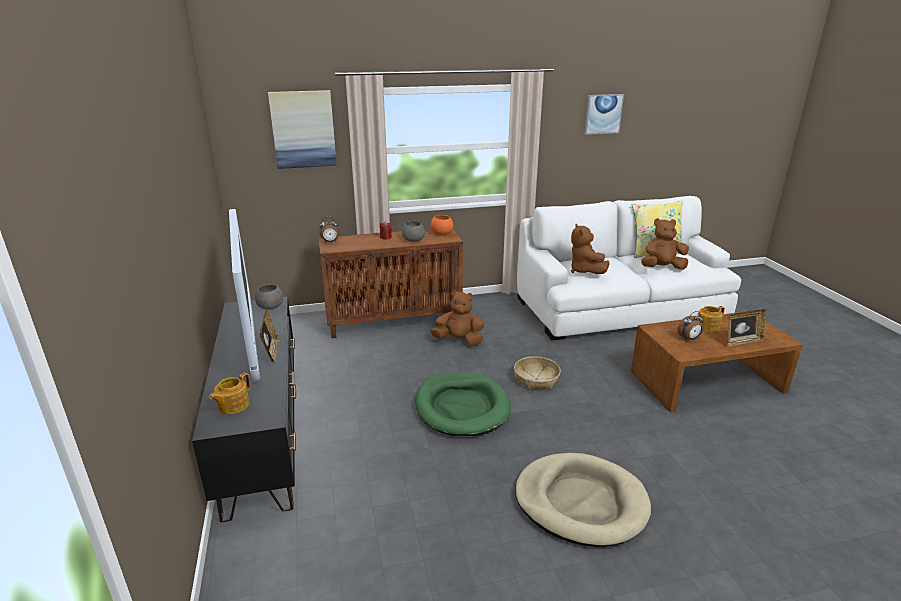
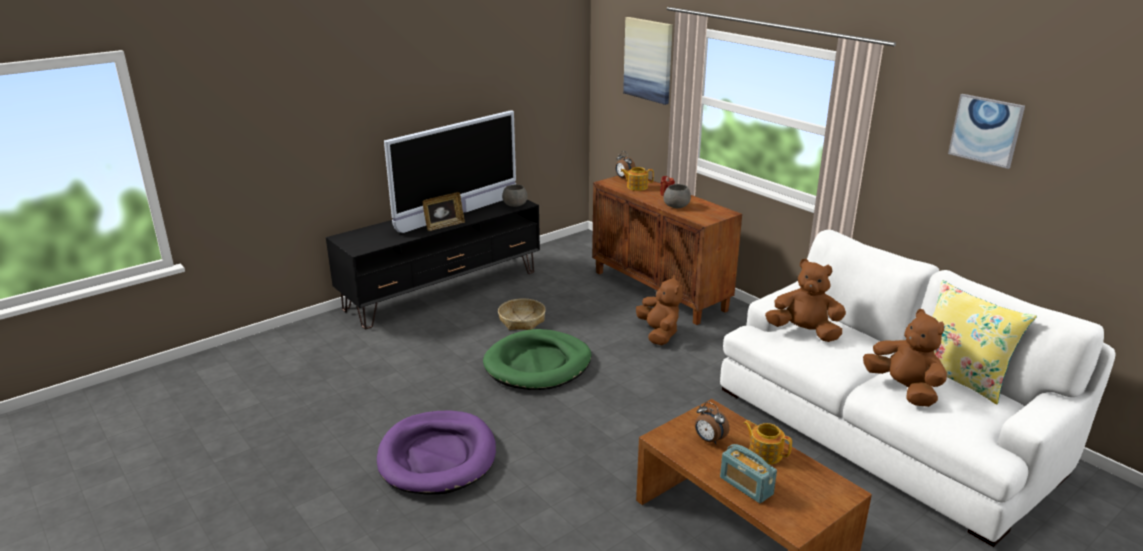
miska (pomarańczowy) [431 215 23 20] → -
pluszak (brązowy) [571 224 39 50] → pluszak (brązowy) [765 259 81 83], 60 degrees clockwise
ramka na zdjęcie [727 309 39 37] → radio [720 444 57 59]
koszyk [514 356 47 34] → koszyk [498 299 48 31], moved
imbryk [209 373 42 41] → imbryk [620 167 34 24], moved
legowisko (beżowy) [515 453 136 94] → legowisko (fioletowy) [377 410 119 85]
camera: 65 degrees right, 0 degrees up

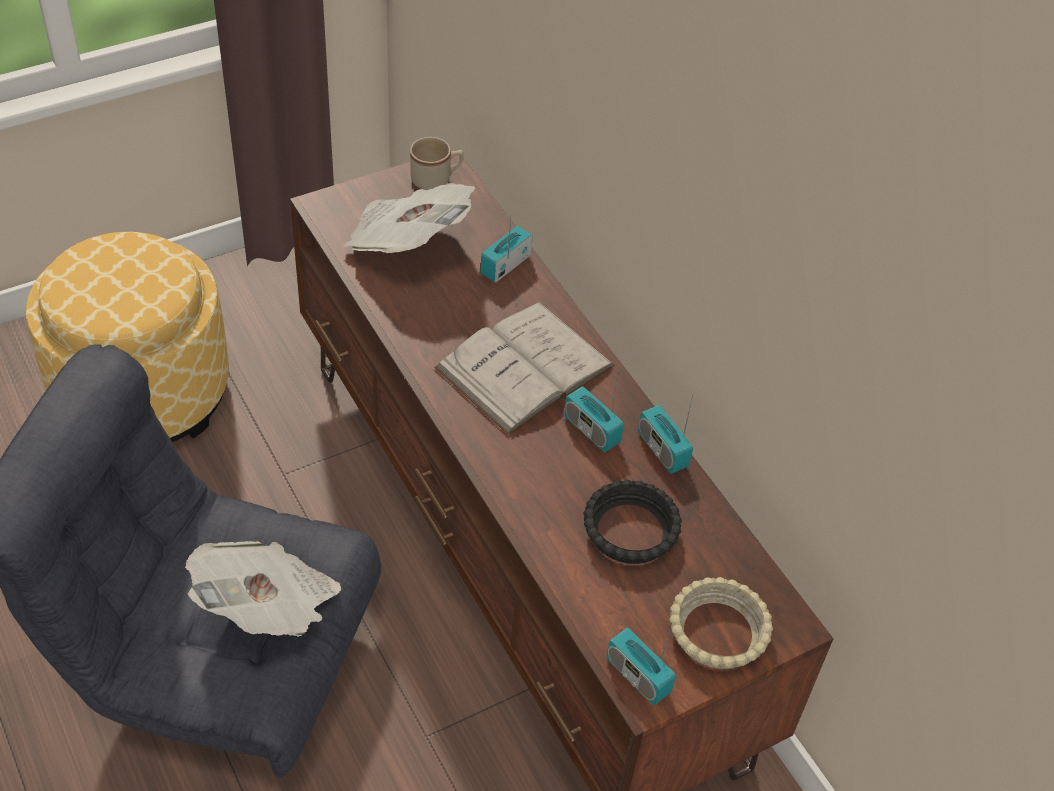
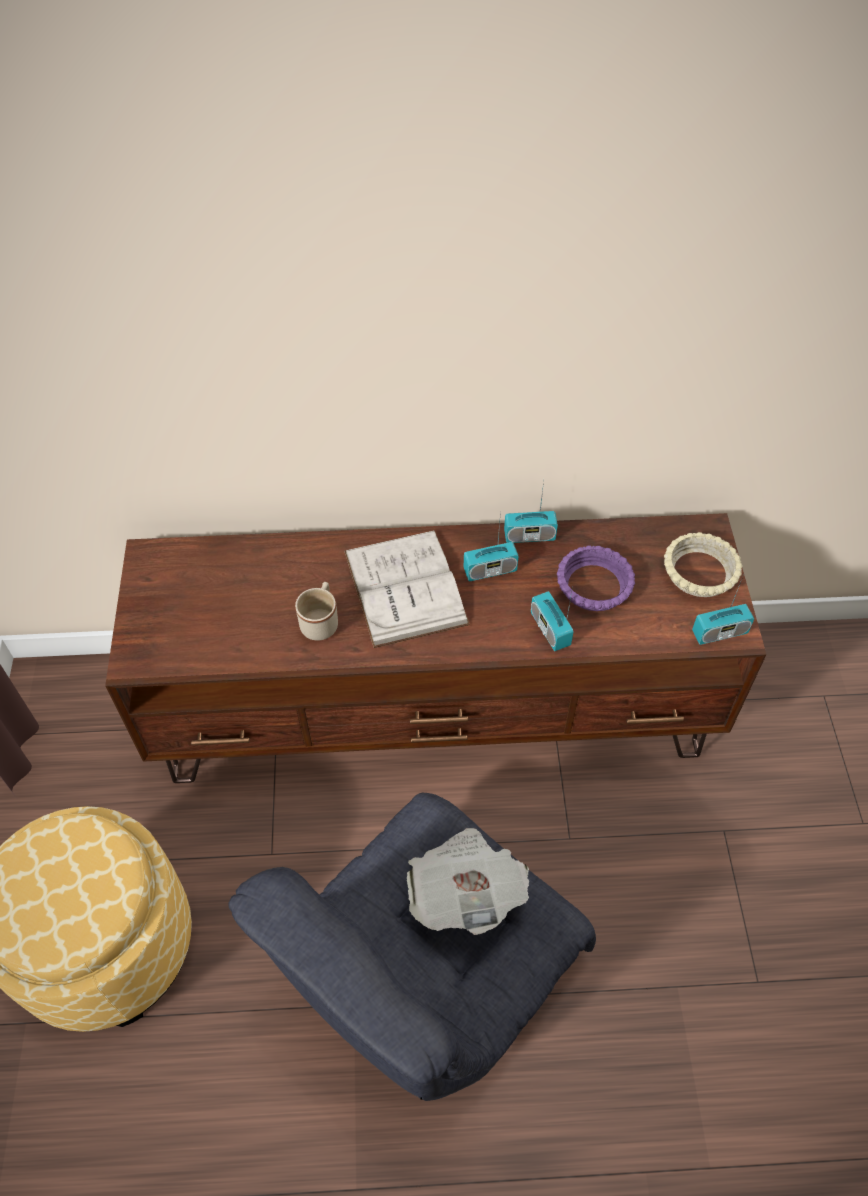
kubek (beżowy) [410 137 54 53] → kubek (beżowy) [295 582 43 59], moved
gazeta [343 183 132 70] → -
radio [480 219 53 64] → radio [531 587 43 64], moved
miska (czarny) [583 480 99 84] → miska (fioletowy) [557 545 78 66]
camera: 60 degrees left, 5 degrees up

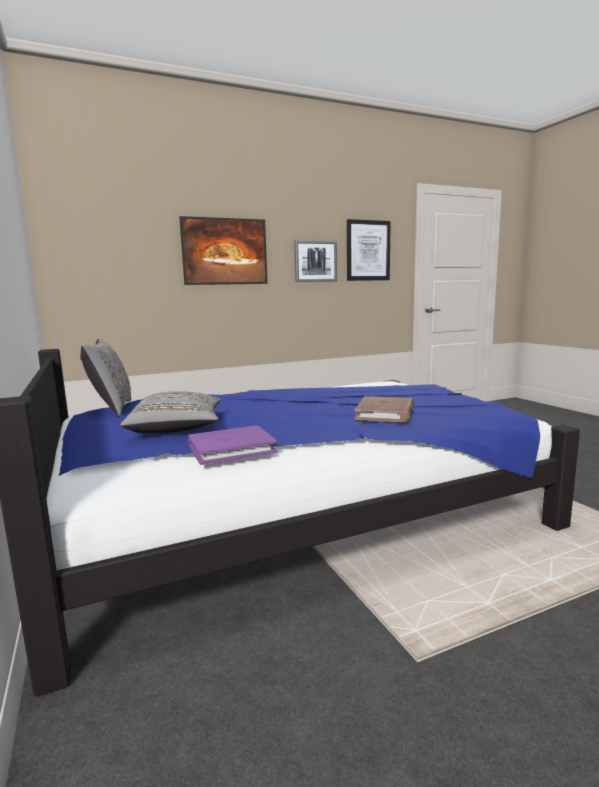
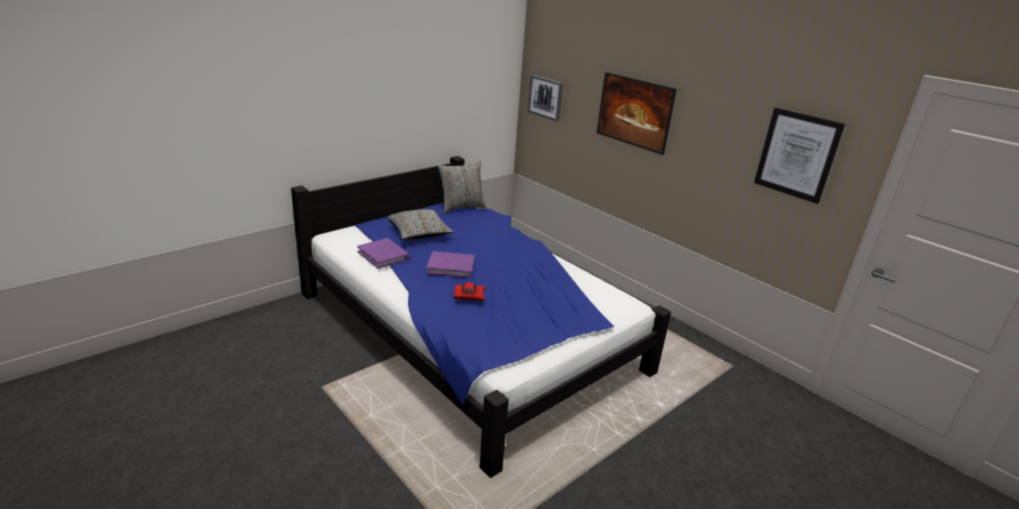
obraz [294 240 43 42] → obraz [528 75 35 46], moved
książka (brązowy) [354 396 60 26] → samochodzik (czerwony) [454 283 32 18]
- → książka (fioletowy) [426 251 49 27]
camera: 70 degrees right, 15 degrees up

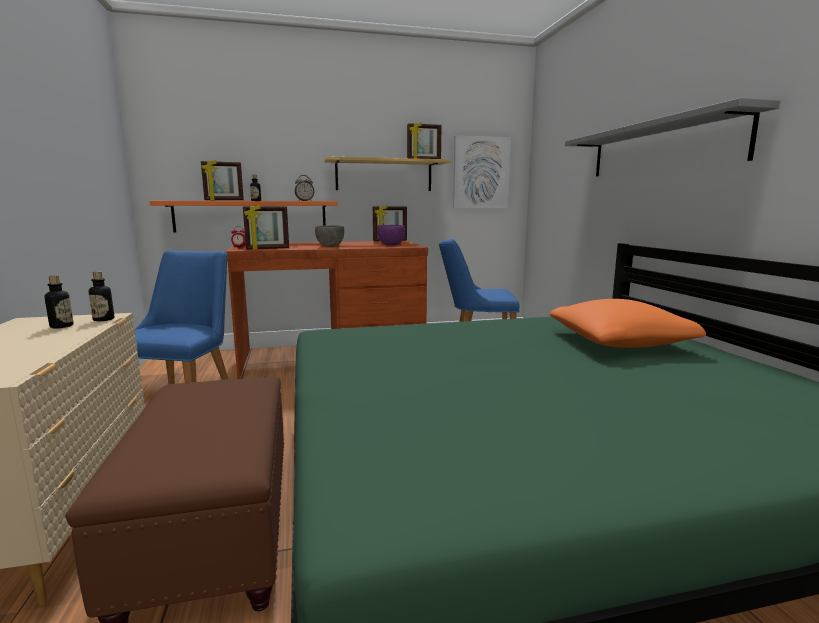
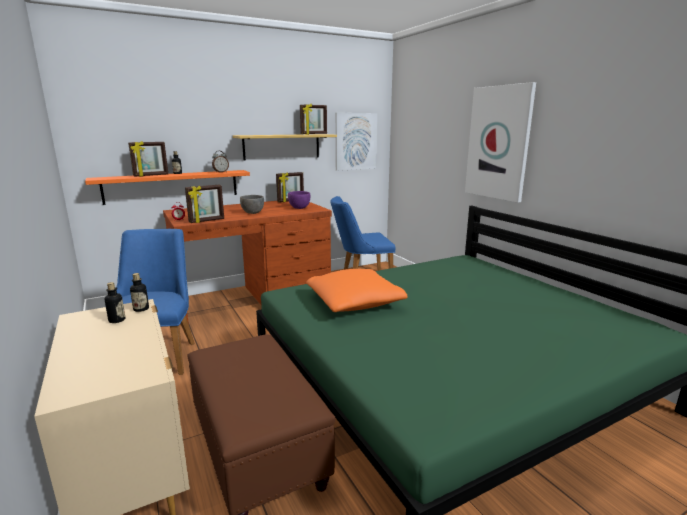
półka (szary) [565 98 215 79] → obraz [465 82 71 121]
poduszka (pomarańczowy) [550 299 156 49] → poduszka (pomarańczowy) [306 269 102 43], moved
camera: 15 degrees left, 5 degrees up

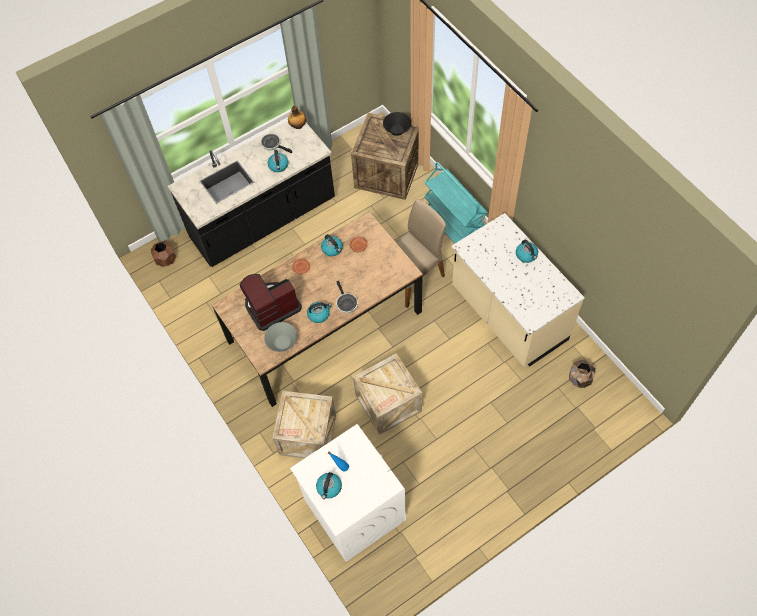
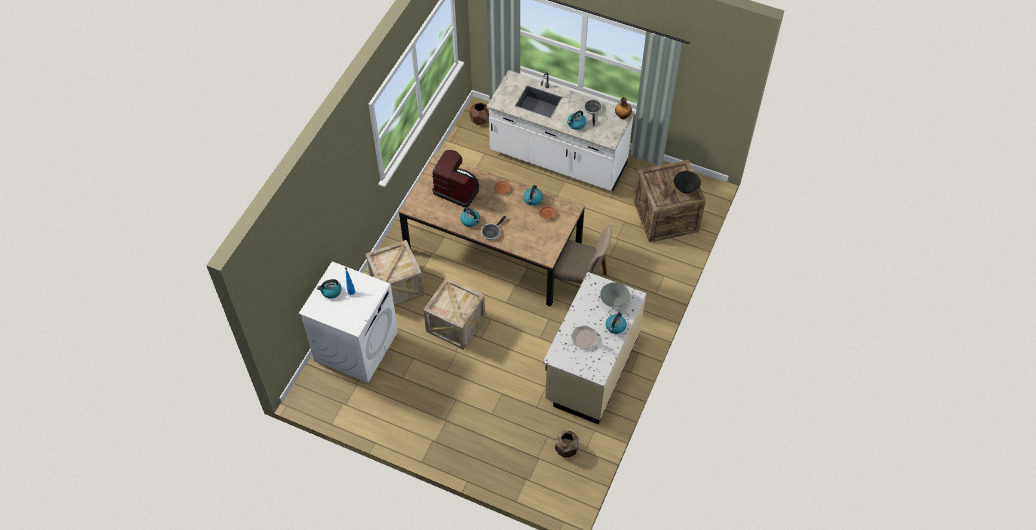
zabudowa kuchenna (czarny) [167 121 168 146] → zabudowa kuchenna (biały) [487 70 148 121]
wózek (turkusowy) [424 162 64 82] → -
miska (szary) [264 322 33 30] → miska (szary) [600 282 30 26], moved
- → patelnia [571 325 42 26]
camera: 55 degrees right, 5 degrees down

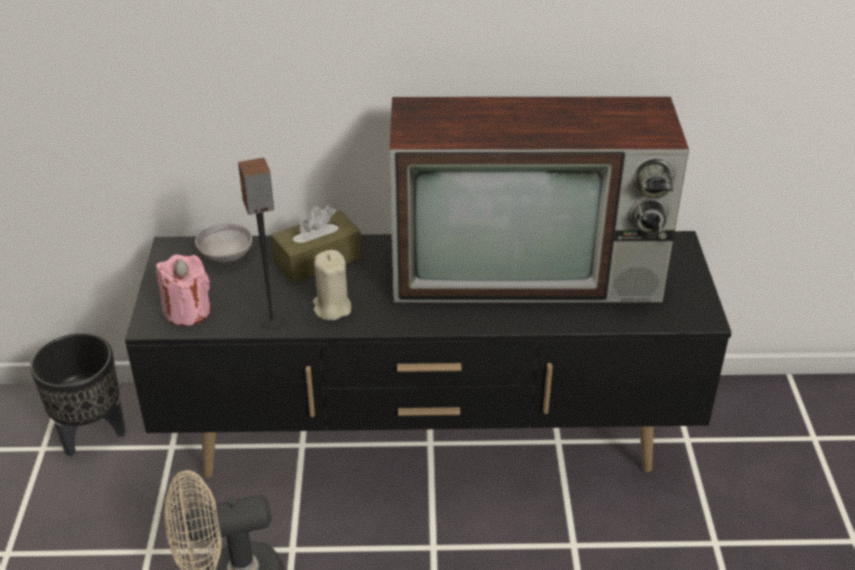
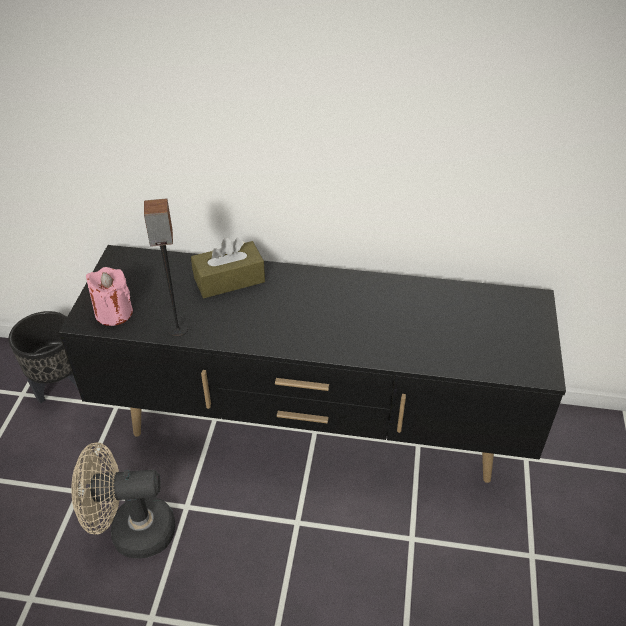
telewizor [390 97 299 206] → -
miska (szary) [195 223 57 40] → -
świeca (beżowy) [313 250 38 71] → -
camera: 10 degrees right, 5 degrees up

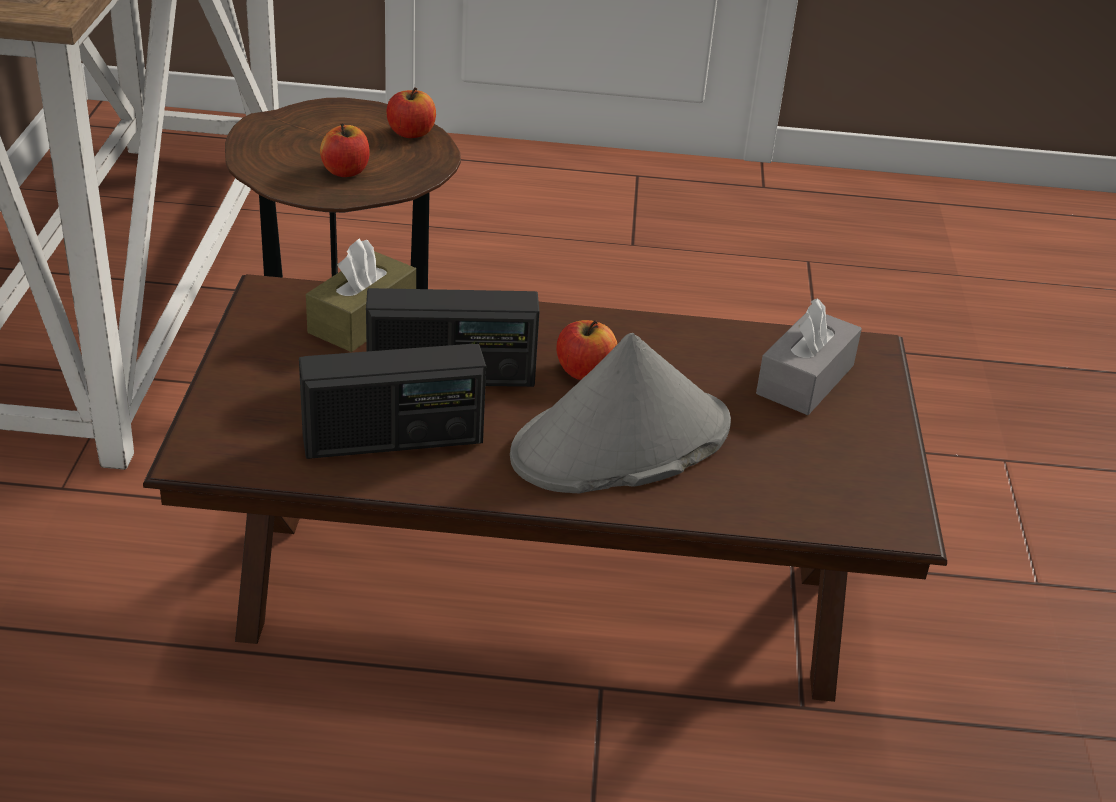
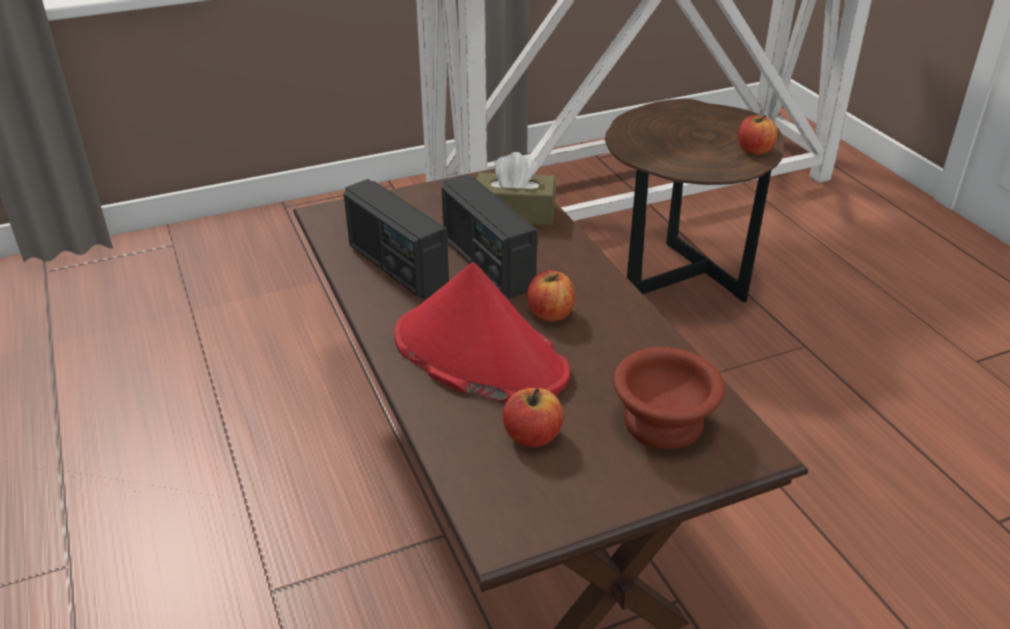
jabłko [320 123 50 54] → jabłko [503 388 60 59], moved
pudełko chusteczek (szary) [756 298 106 117] → miska (brązowy) [613 347 112 102]
kapelusz (szary) [510 333 221 160] → kapelusz (czerwony) [394 262 176 140]
camera: 65 degrees right, 0 degrees up

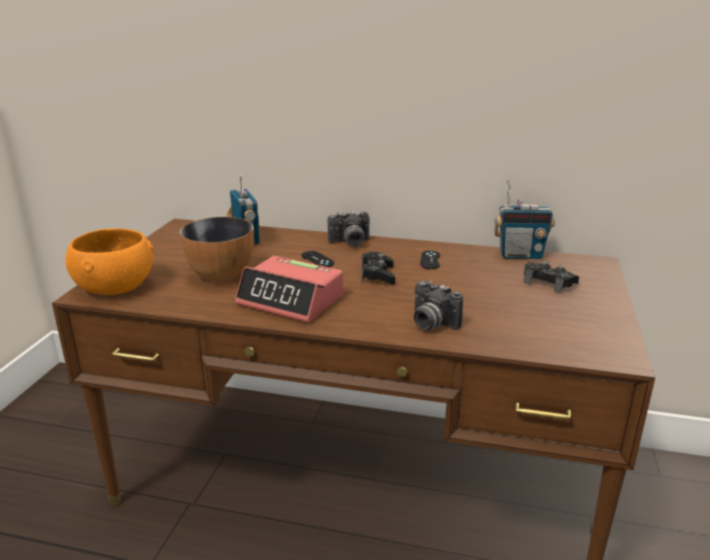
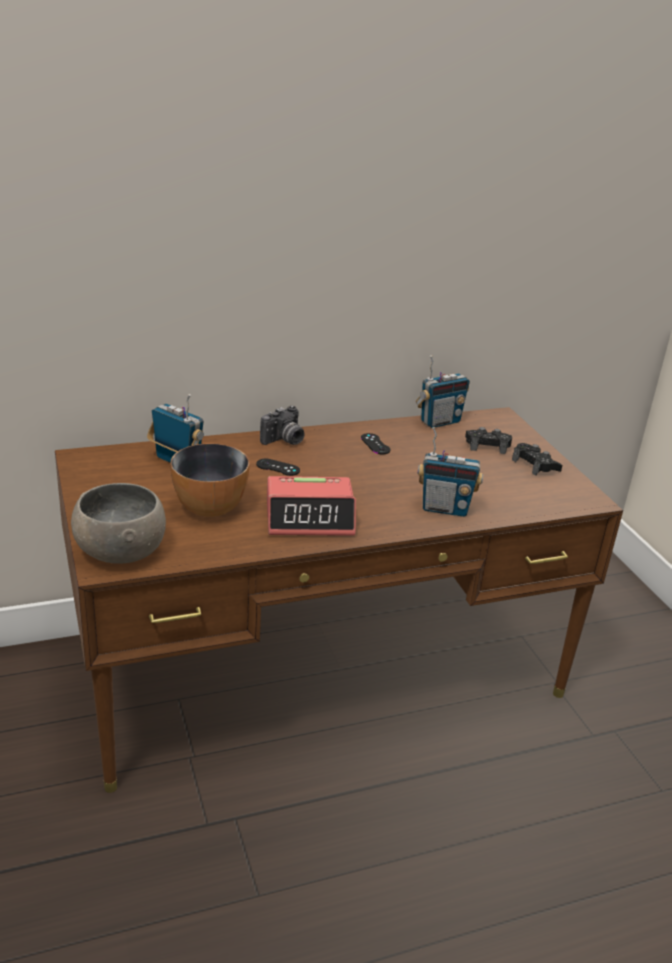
miska (pomarańczowy) [66 229 88 66] → miska (szary) [71 483 95 81]
pad do gier (czarny) [361 252 34 32] → pad do gier (czarny) [512 443 50 33], moved
aparat fotograficzny [414 281 49 50] → radio [417 427 66 90]
camera: 35 degrees left, 5 degrees up

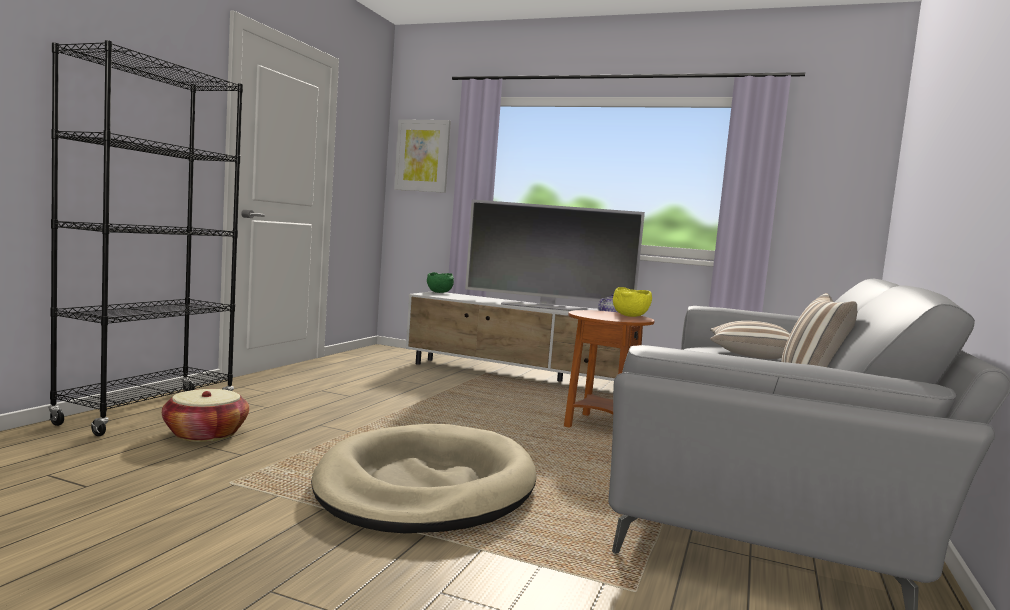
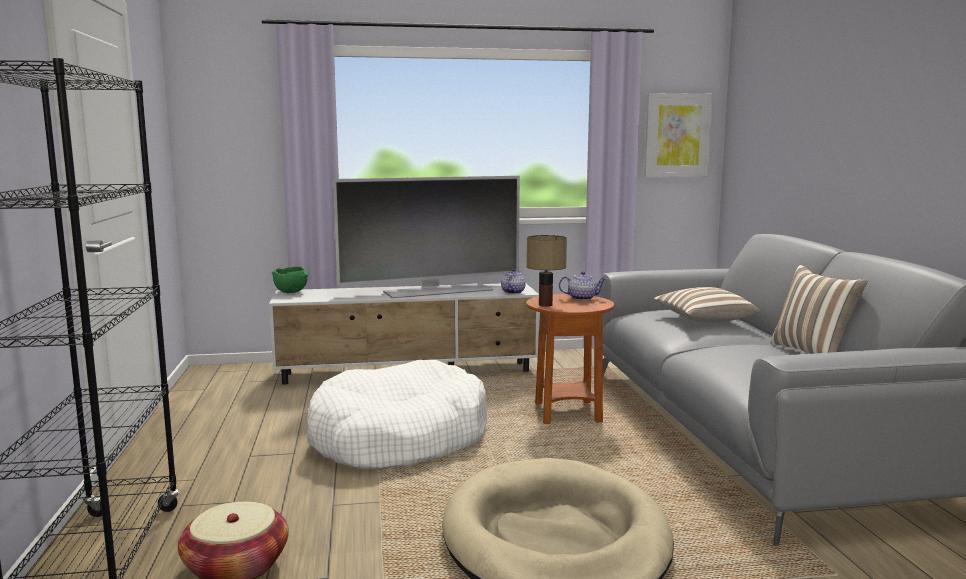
obraz [394 119 57 74] → obraz [644 93 69 84], moved
miska (żółty) [613 287 39 30] → imbryk [559 271 47 30]
- → lampa stołowa [526 235 41 72]
- → legowisko (biały) [307 360 181 109]
camera: 30 degrees left, 5 degrees up

